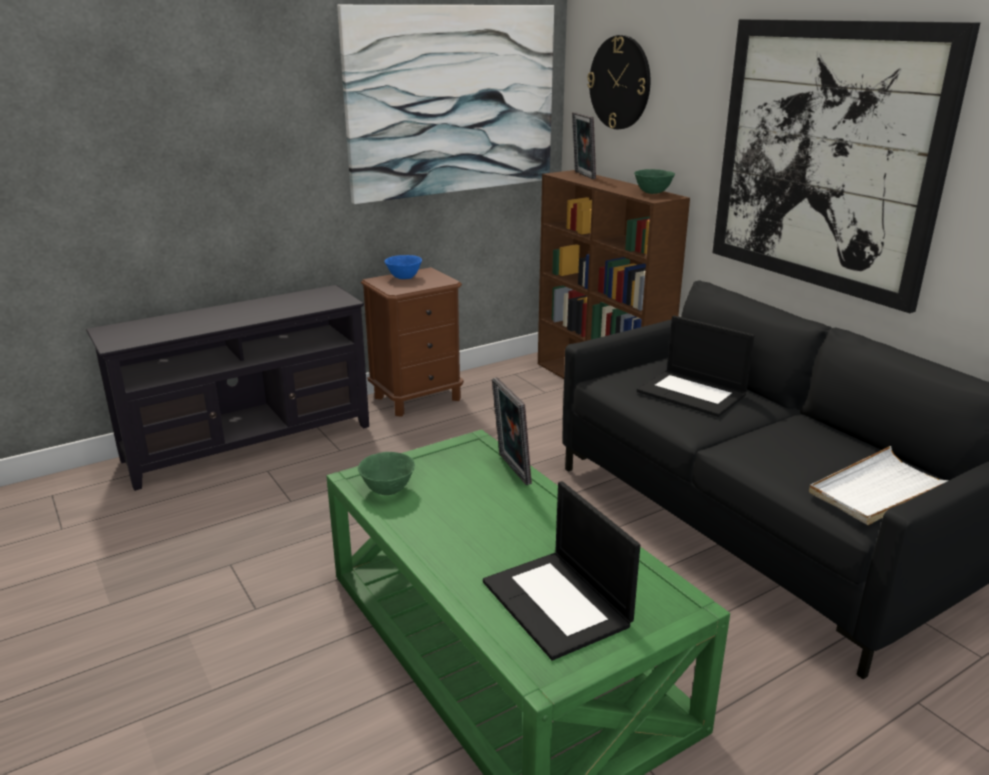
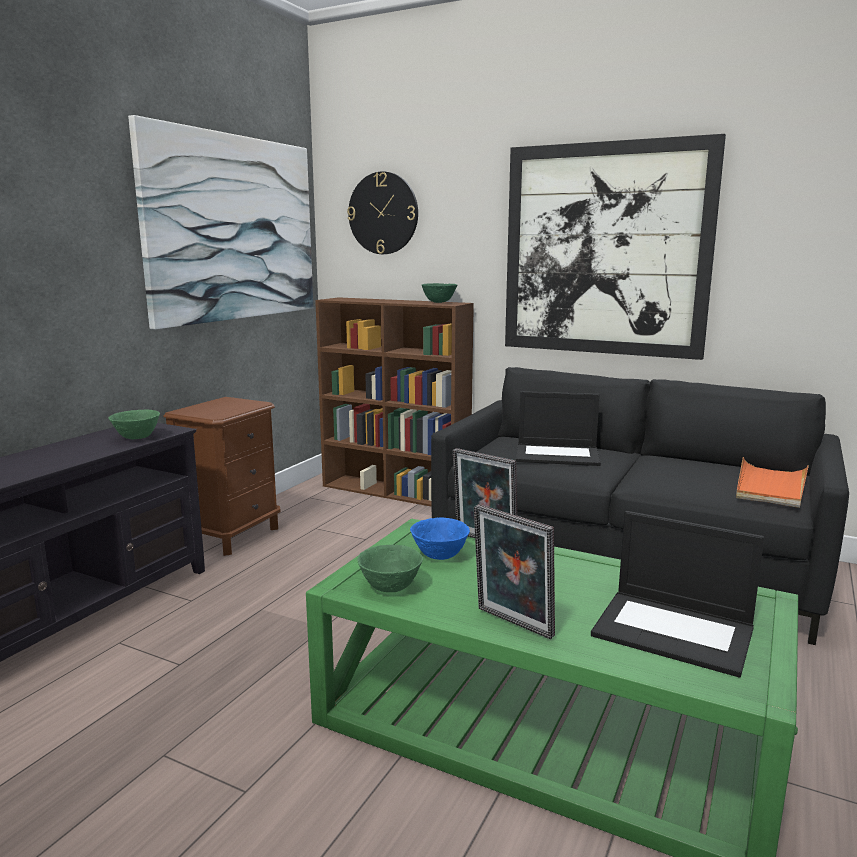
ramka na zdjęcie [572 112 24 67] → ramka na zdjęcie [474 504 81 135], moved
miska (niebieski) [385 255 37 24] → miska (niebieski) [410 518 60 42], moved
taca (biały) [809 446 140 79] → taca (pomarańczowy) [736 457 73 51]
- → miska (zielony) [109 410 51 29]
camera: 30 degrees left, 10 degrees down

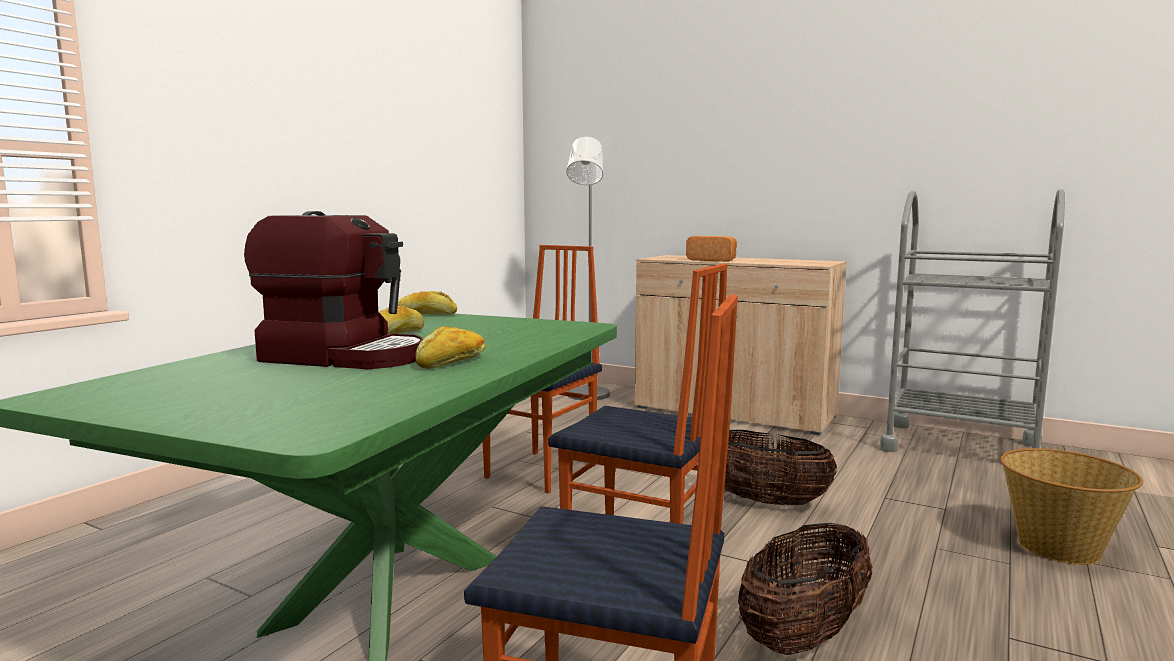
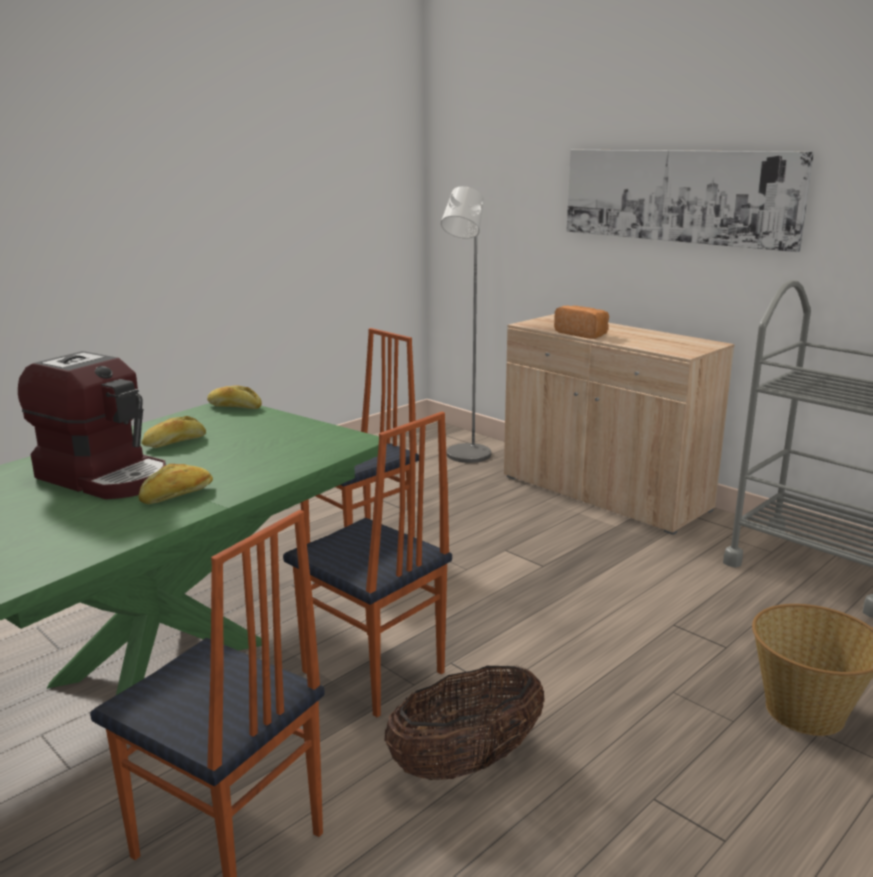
koszyk [724 430 113 76] → -
- → obraz [567 150 247 102]
camera: 15 degrees right, 10 degrees up

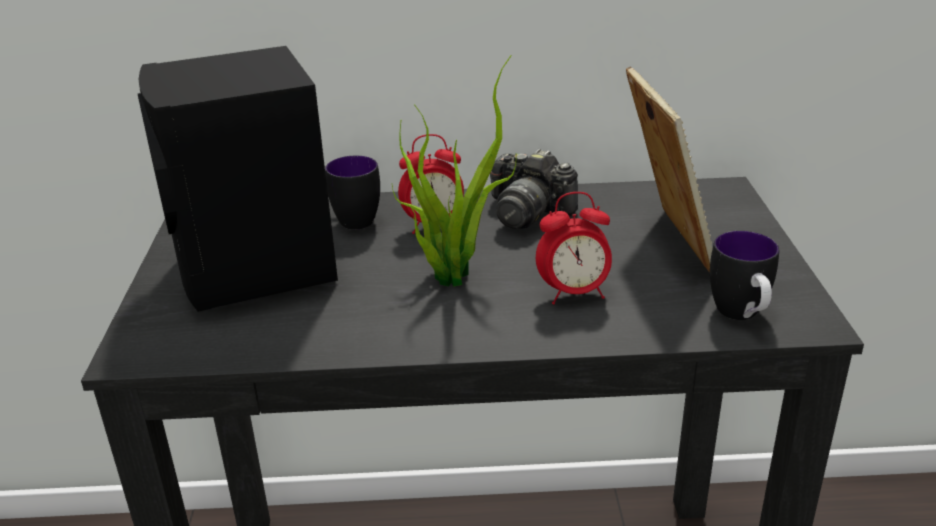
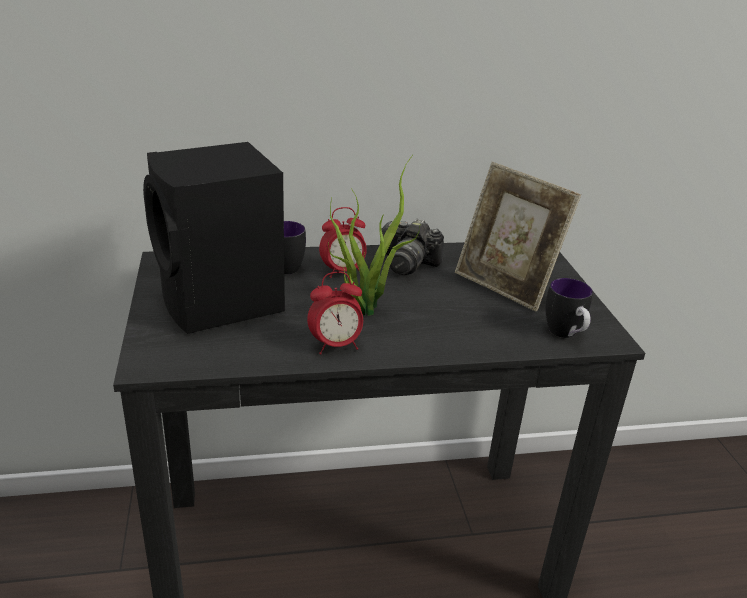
ramka na zdjęcie [626 66 87 207] → ramka na zdjęcie [455 162 126 149], 150 degrees clockwise
budzik [536 192 76 113] → budzik [307 272 56 82], moved
camera: 10 degrees left, 0 degrees up

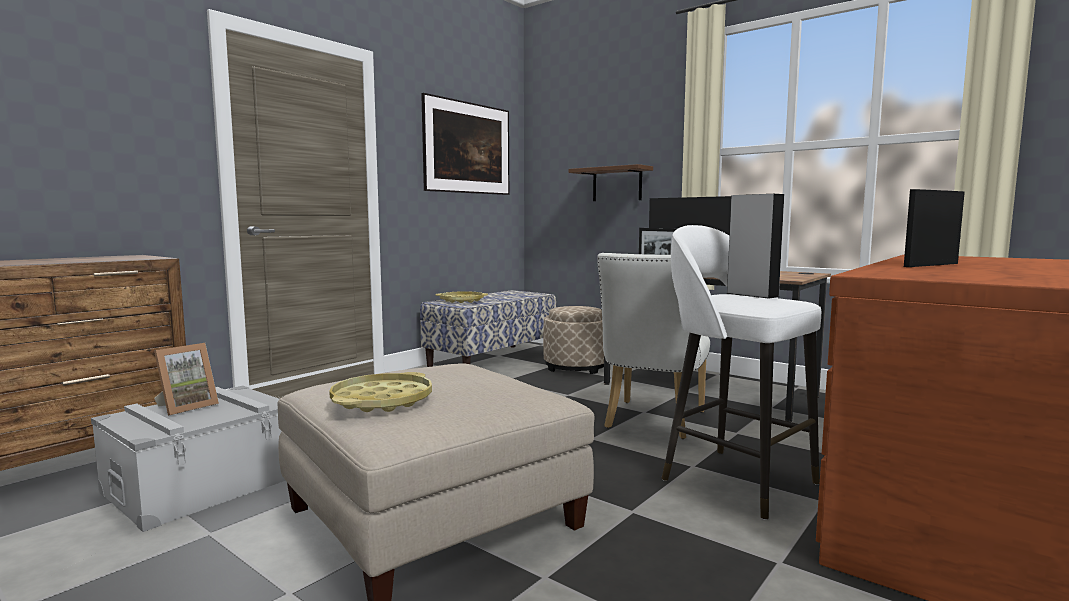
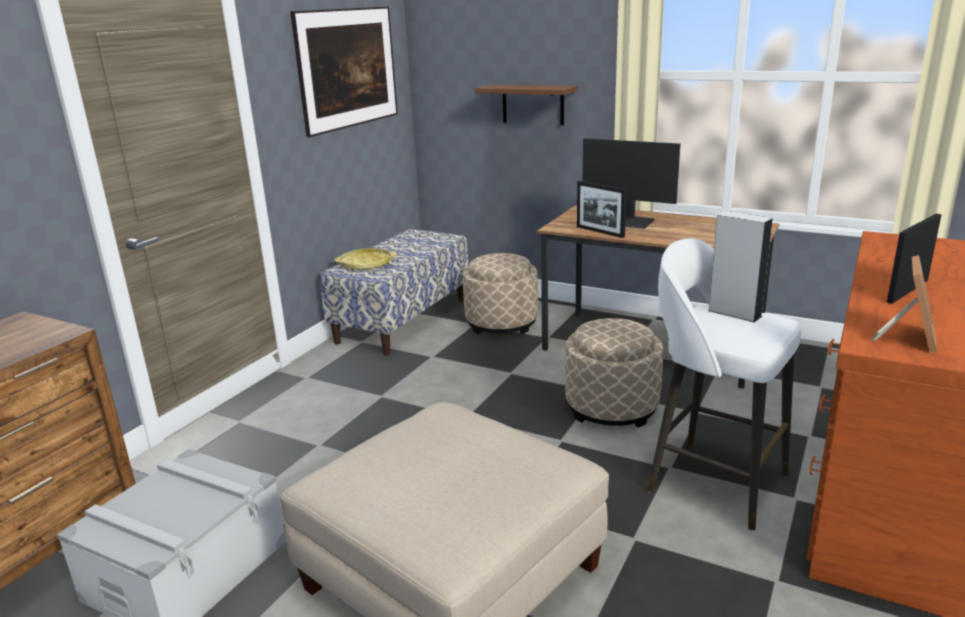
krzesło (biały) [597 253 113 186] → pufa (beżowy) [565 318 98 110]
ramka na zdjęcie [154 343 65 73] → ramka na zdjęcie [870 255 67 98], moved
taca (żółty) [329 372 103 40] → -
camera: 10 degrees left, 15 degrees up

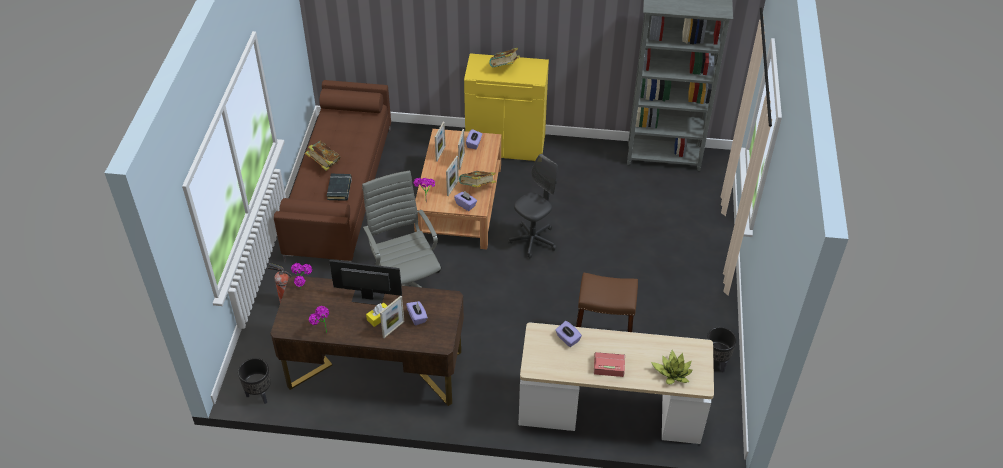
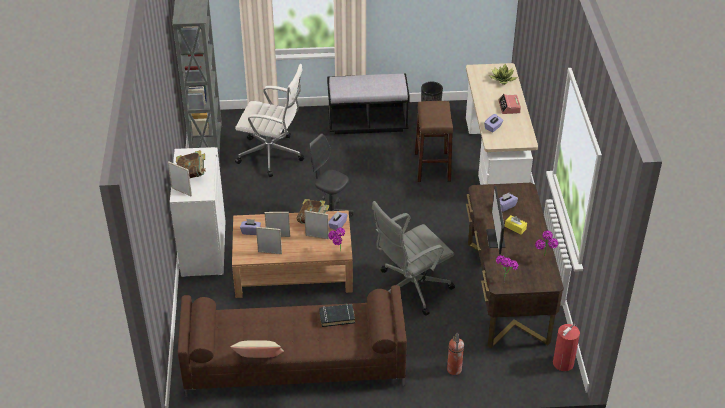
szafka (żółty) [464 53 85 108] → szafka (biały) [170 147 55 131]
książka [305 141 36 30] → -
ramka na zdjęcie [380 296 24 42] → ramka na zdjęcie [168 161 24 35], moved
donica (czarny) [238 358 33 46] → gaśnica [553 324 27 47]
- → krzesło biurowe (biały) [235 64 69 113]
- → ławka (czarny) [327 74 83 60]
- → poduszka (beżowy) [230 340 54 18]
camera: 100 degrees left, 5 degrees down

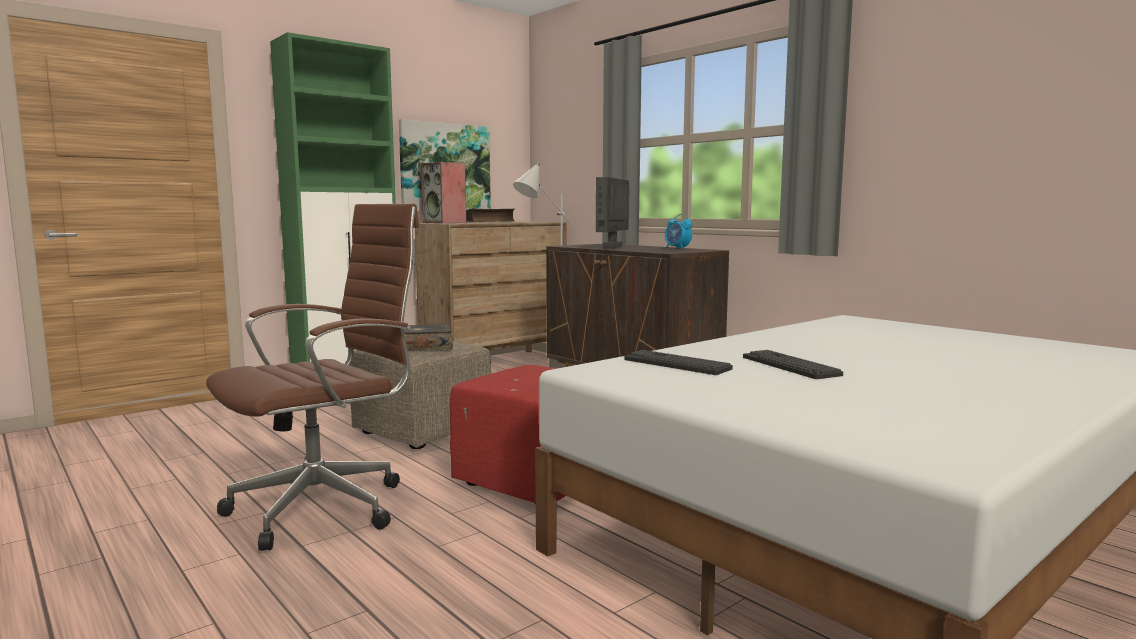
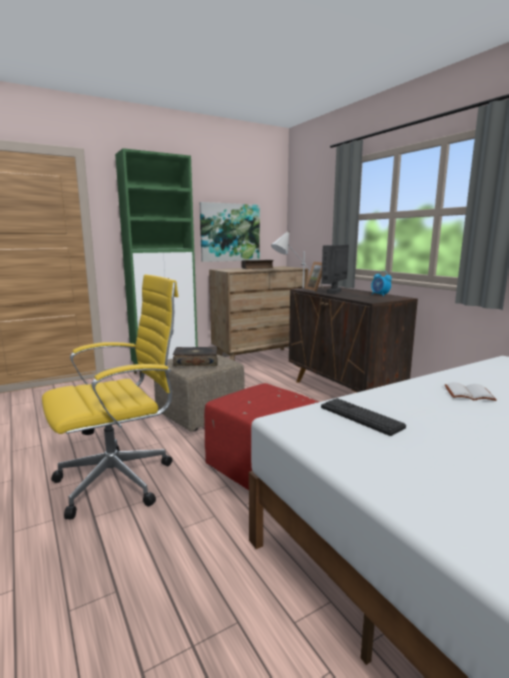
głośnik [421 162 45 62] → -
krzesło biurowe (brązowy) [206 204 213 347] → krzesło biurowe (żółty) [42 274 137 245]
klawiatura [743 350 100 29] → -
- → ramka na zdjęcie [305 262 19 30]
- → książka (biały) [445 382 52 19]
camera: 10 degrees right, 5 degrees up

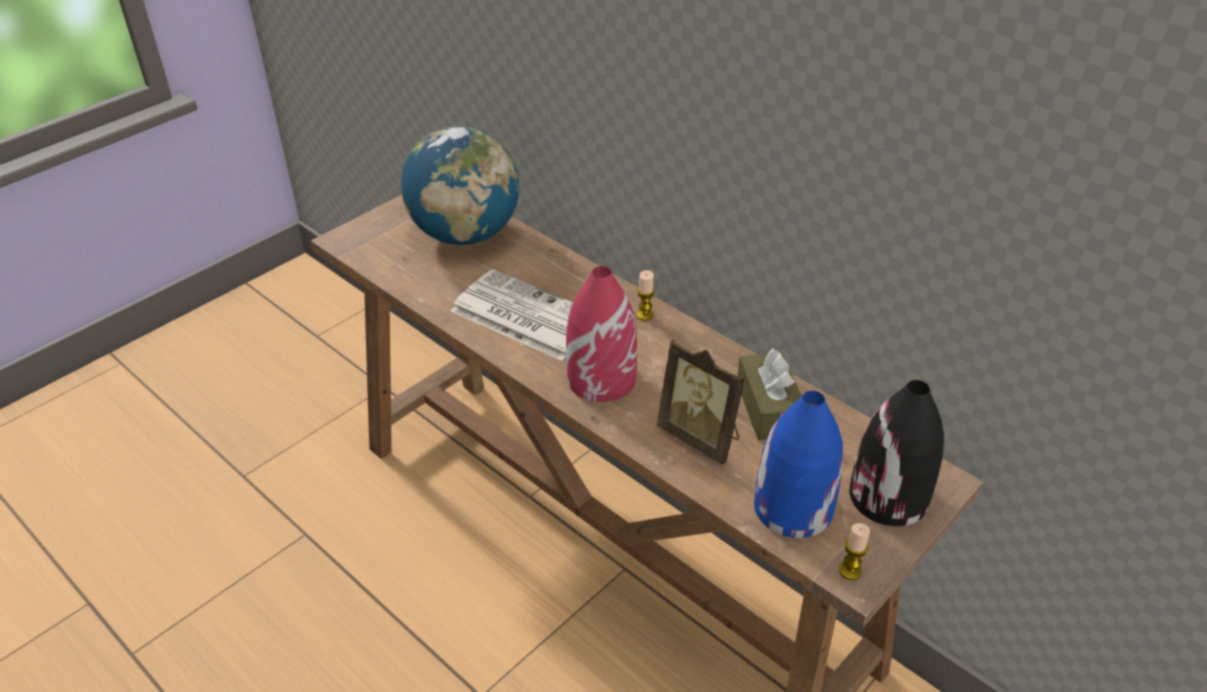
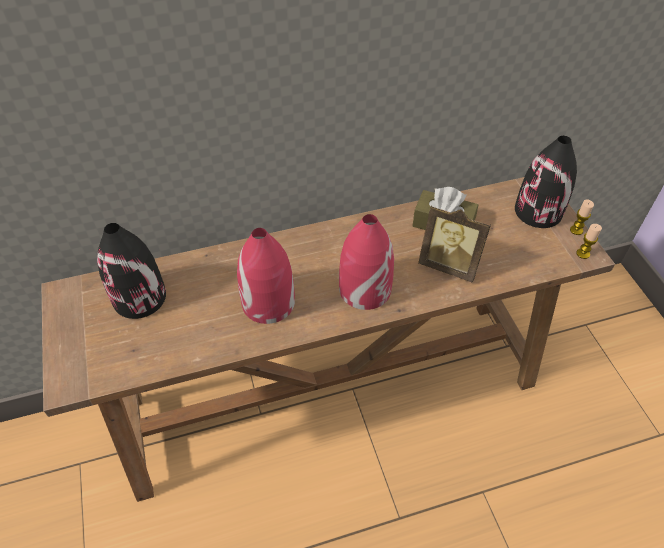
globus [401 126 118 119] → wazon (czarny) [97 223 69 96]
gazeta [451 269 122 92] → wazon (czerwony) [237 228 58 96]
świeca [637 270 18 51] → świeca [570 199 24 36], moved
ramka na zdjęcie [657 340 88 124] → ramka na zdjęcie [418 205 73 78], 45 degrees clockwise
wazon (niebieski) [754 391 89 147] → -
camera: 60 degrees left, 10 degrees up

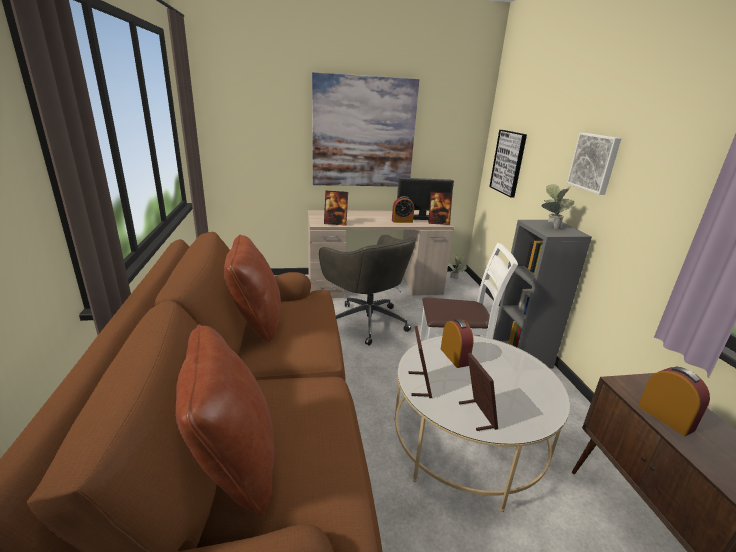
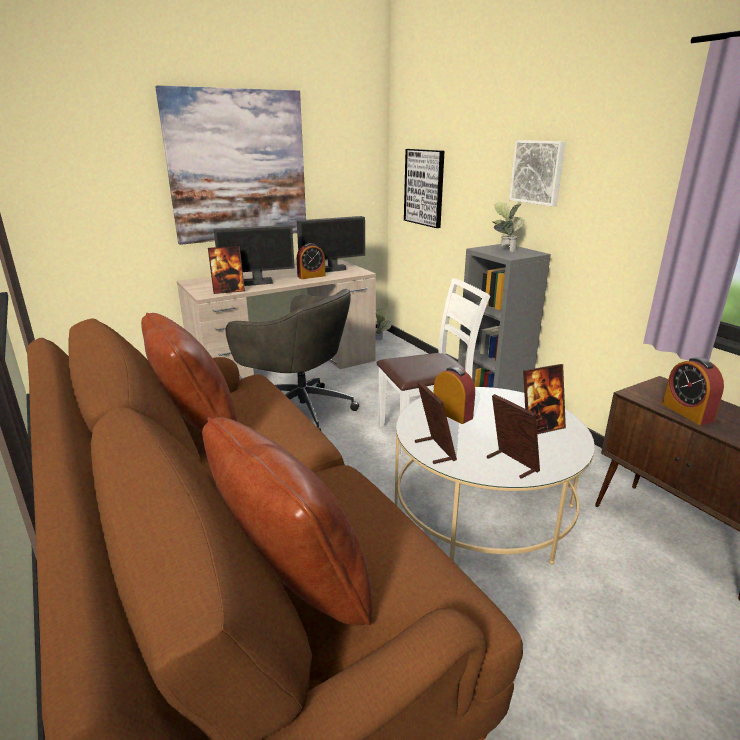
ramka na zdjęcie [428 192 24 33] → ramka na zdjęcie [523 364 43 70], moved
budzik [638 366 72 70] → budzik [662 357 62 68], 150 degrees counterclockwise
- → monitor [214 225 81 61]
camera: 20 degrees left, 0 degrees up

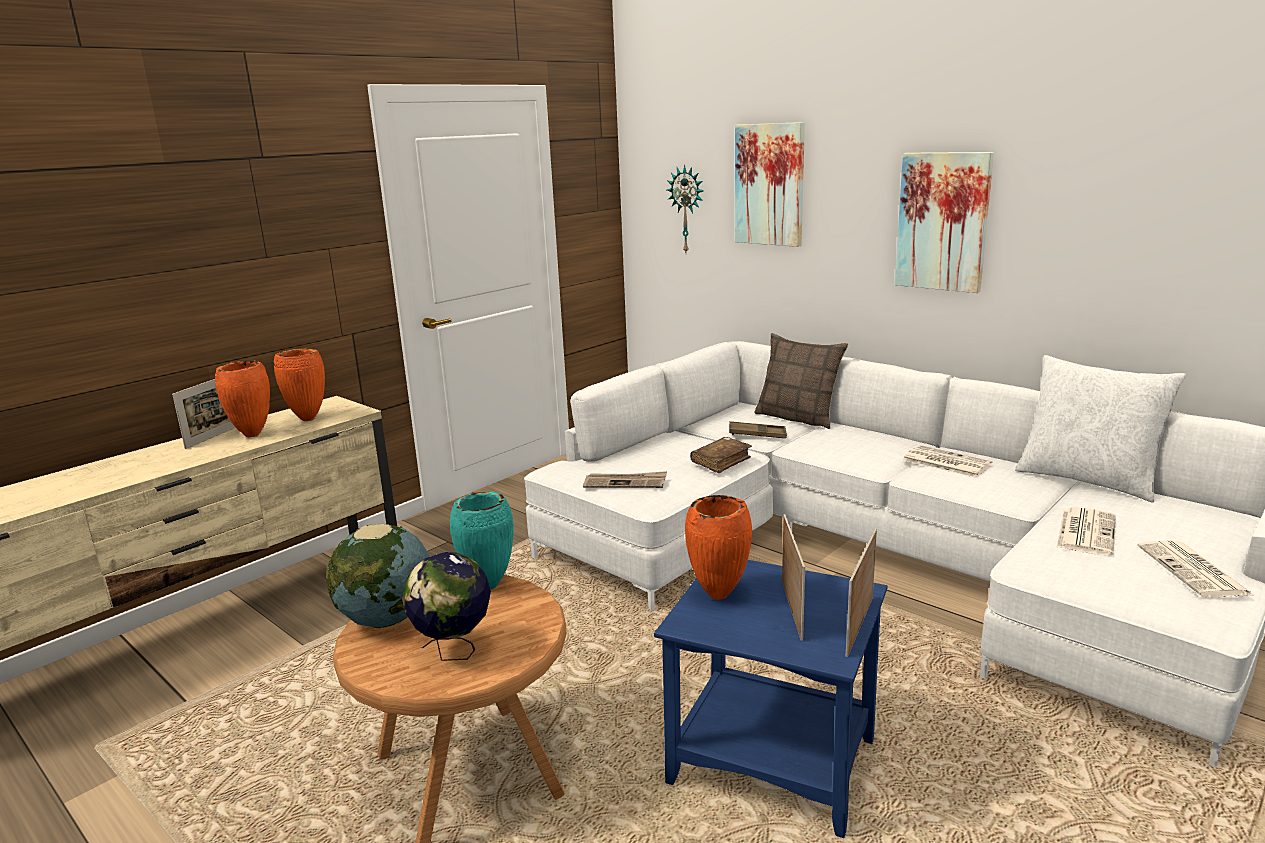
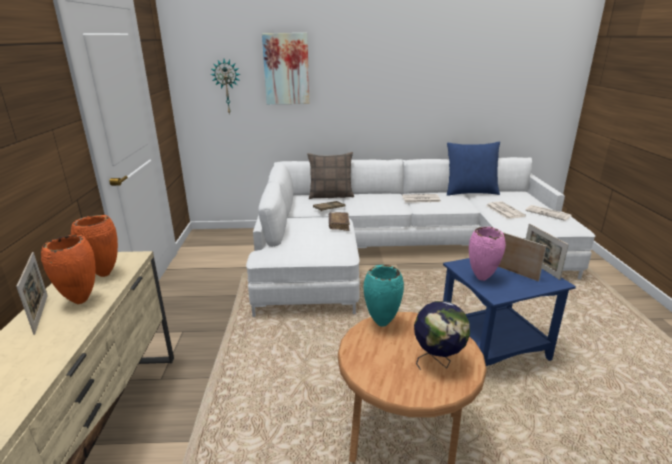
obraz [895 152 99 141] → -
poduszka (biały) [1015 355 171 147] → poduszka (niebieski) [447 141 53 55]
gazeta [583 471 84 17] → -
wazon (pomarańczowy) [685 495 67 105] → wazon (różowy) [469 227 37 54]
globus [326 524 103 104] → -
camera: 45 degrees left, 5 degrees up

